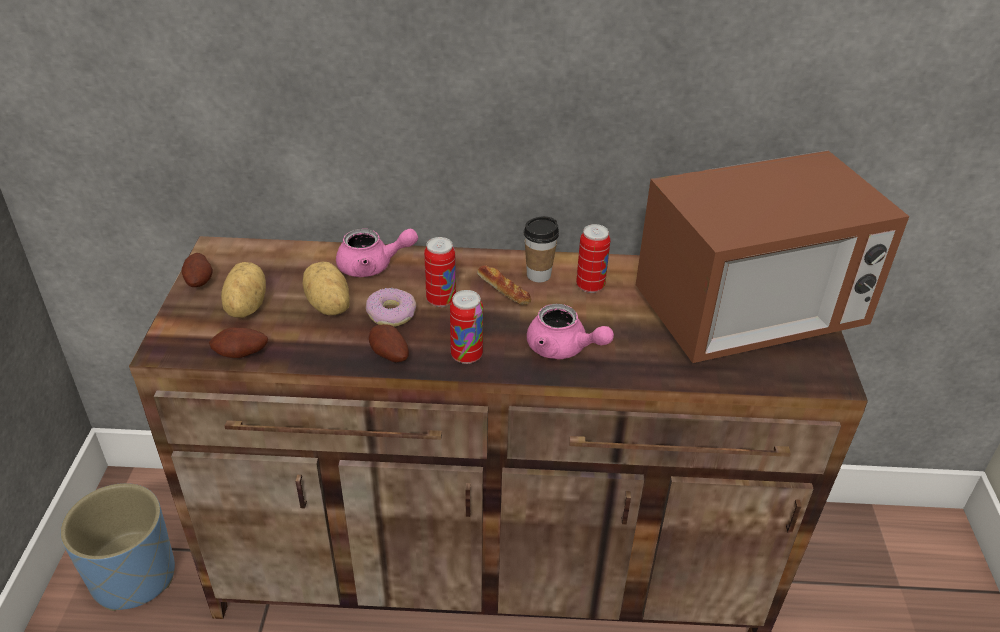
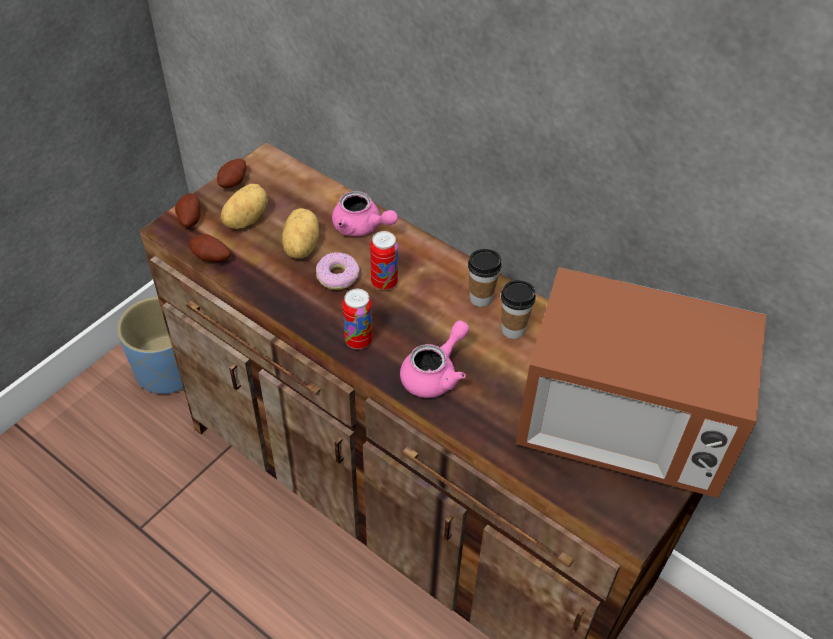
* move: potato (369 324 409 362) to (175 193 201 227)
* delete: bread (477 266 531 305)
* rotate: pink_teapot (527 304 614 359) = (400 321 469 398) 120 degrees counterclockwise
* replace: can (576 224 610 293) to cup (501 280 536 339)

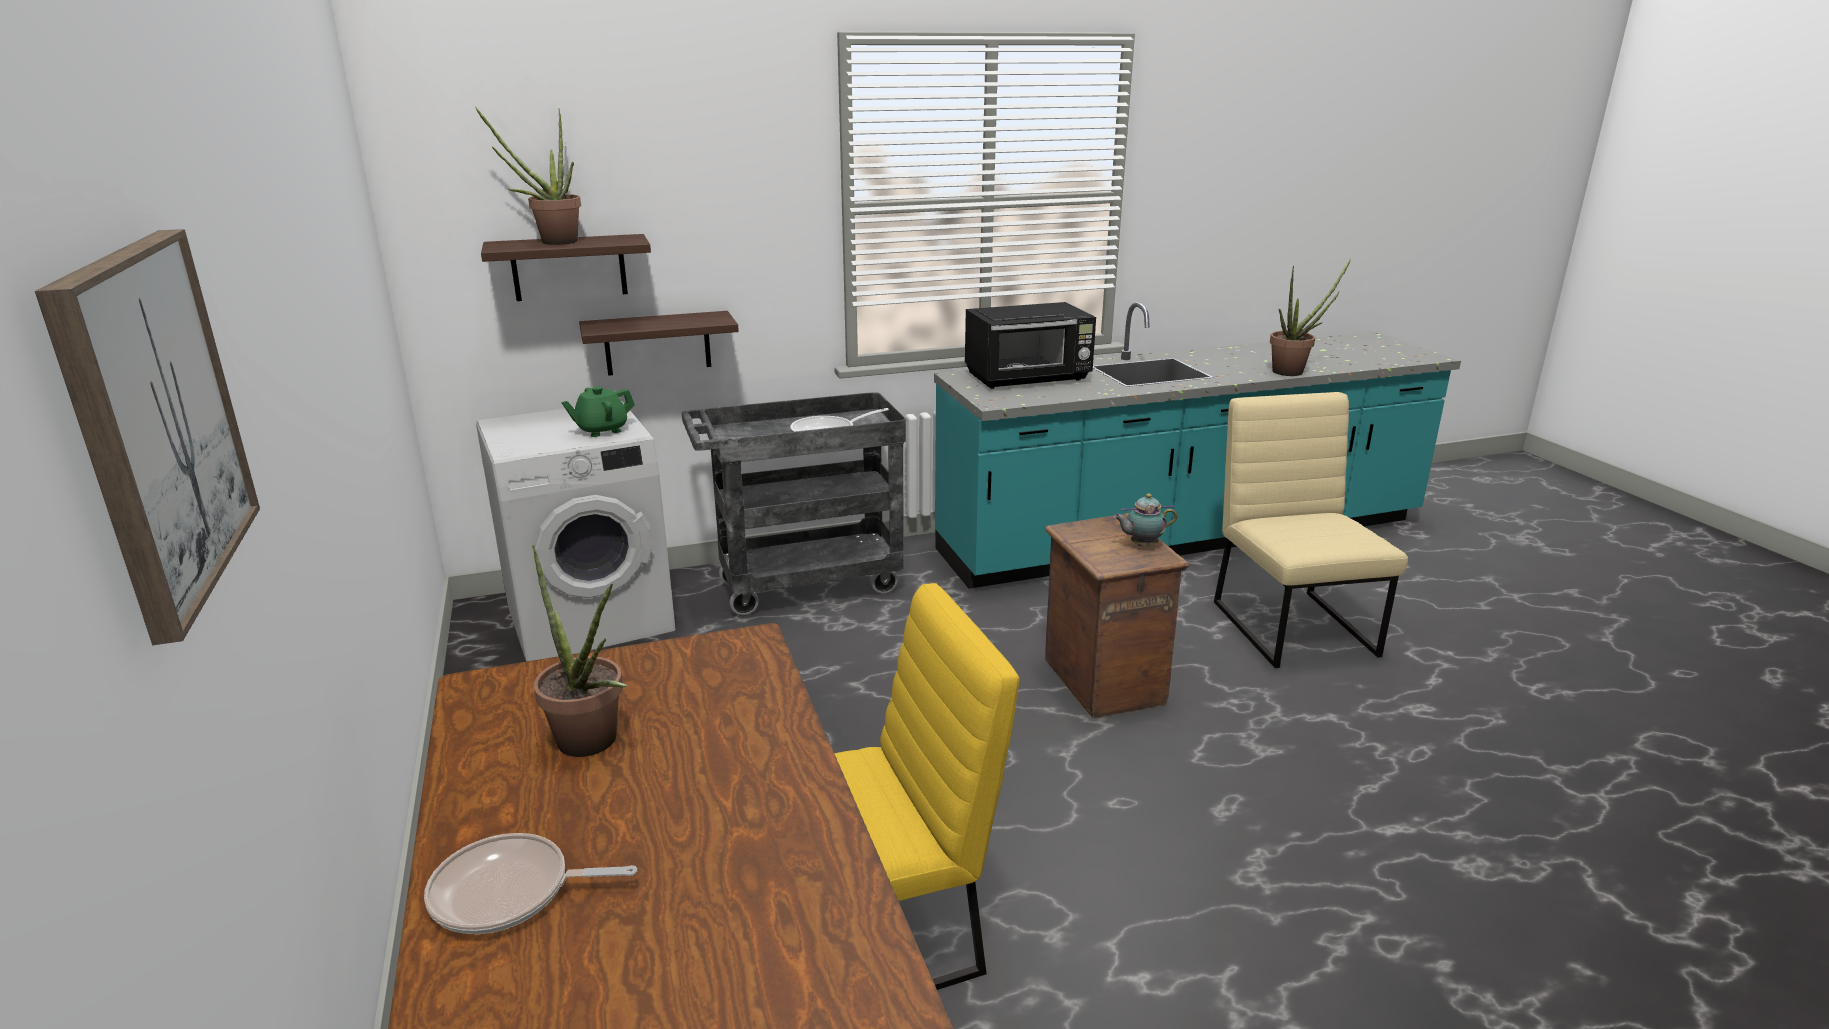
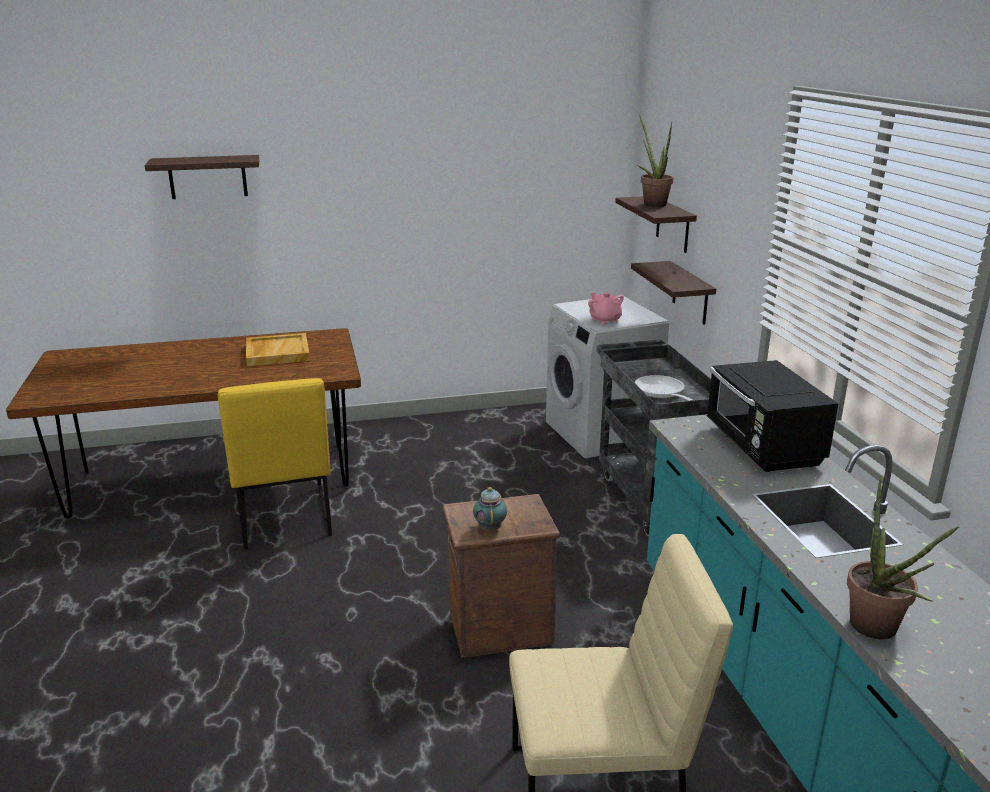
* replace: picture (35 229 260 645) to shelf (145 155 259 199)
* delete: frying_pan (424 833 637 934)
* replace: potted_plant (532 545 628 757) to beige_tray (246 333 310 366)
* recolor: green_teapot (561 386 635 437) to pink_teapot (588 292 624 324)

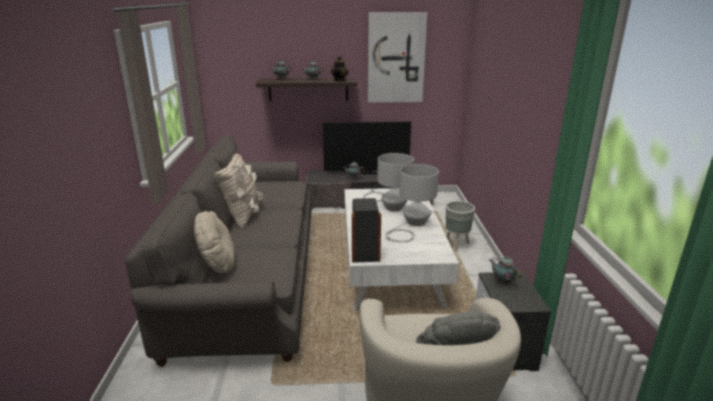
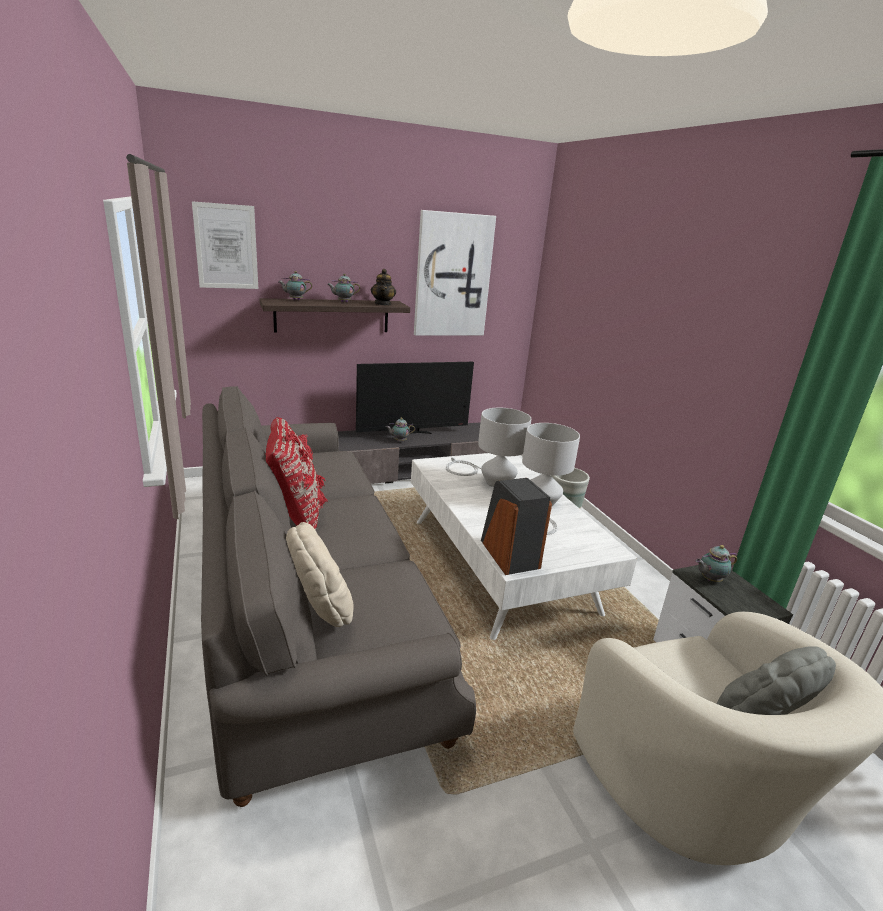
* recolor: beige_pillow (214 154 265 228) to red_pillow (265 417 328 530)
* rotate: teapot (489 256 521 284) = (696 545 737 582) 45 degrees counterclockwise
* insert: picture (192 201 258 289)

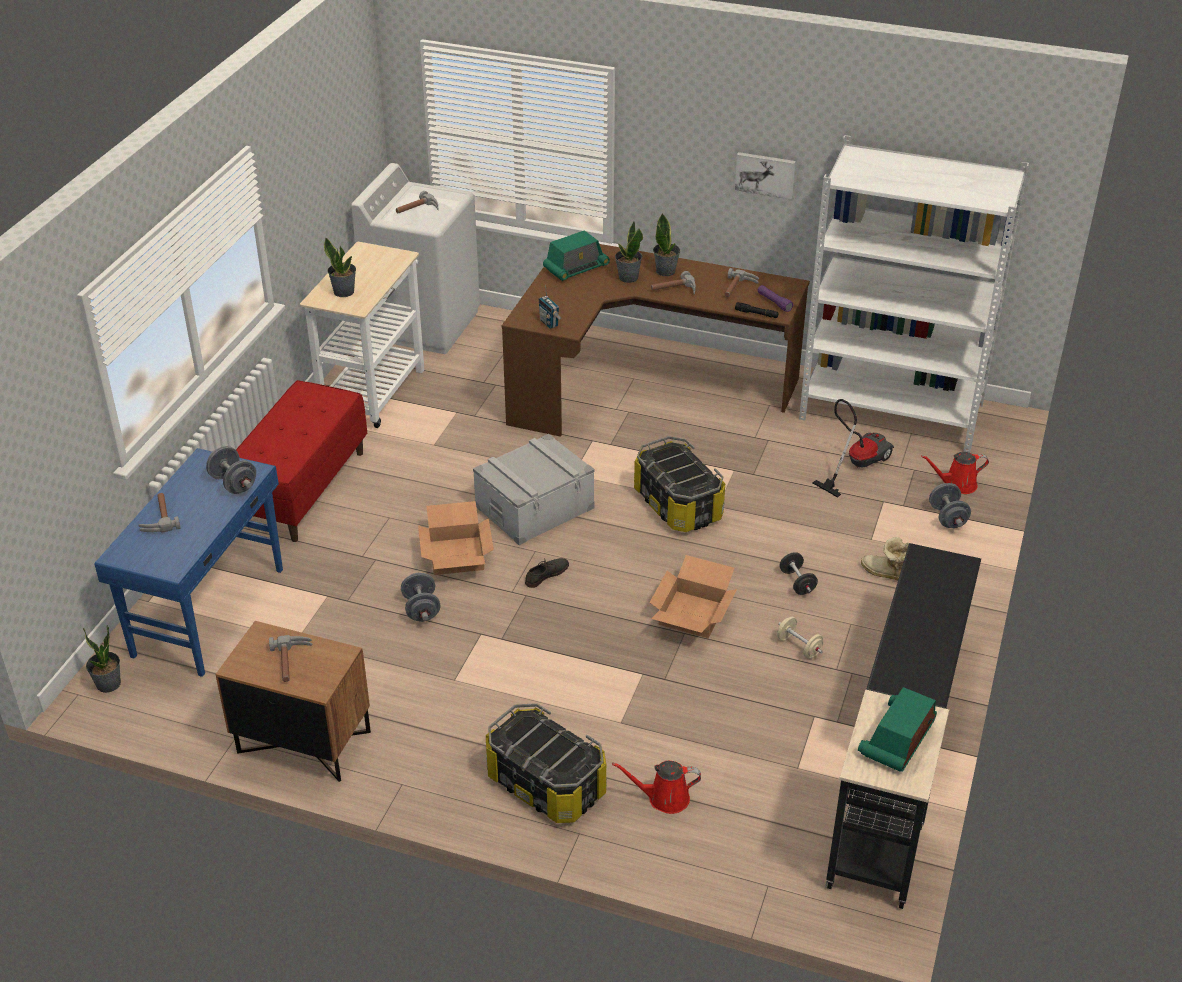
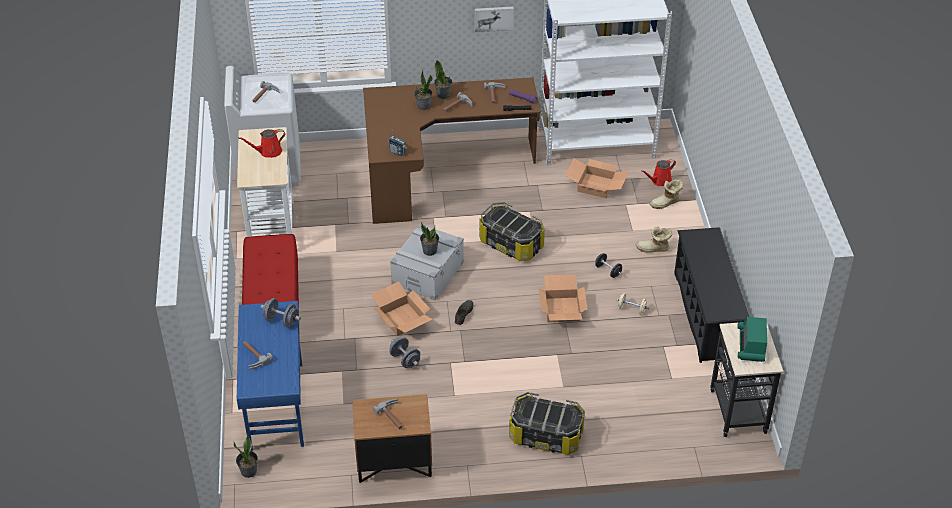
* move: potted_plant (324 237 356 297) to (420 222 439 256)
* delete: radio (543 230 610 281)
* move: red_watering_can (612 761 701 814) to (238 129 285 158)
* replace: vacuum_cleaner (812 399 894 498) to cardboard_box (565 158 629 198)
* replace: grey_dumbbell (929 483 971 528) to boot (649 179 684 209)

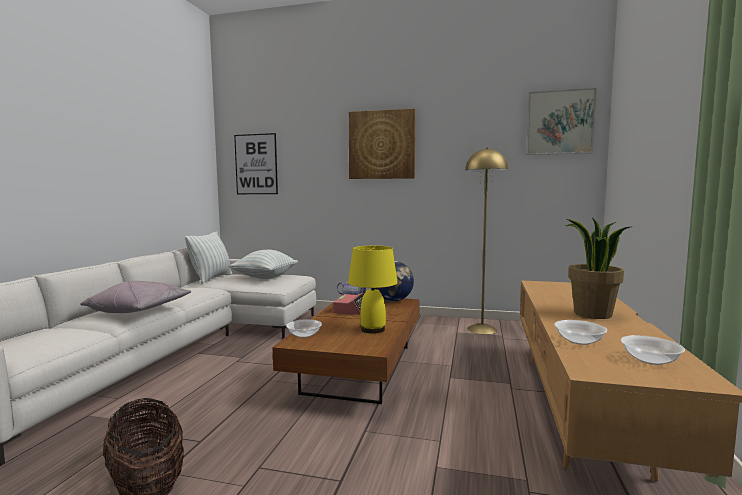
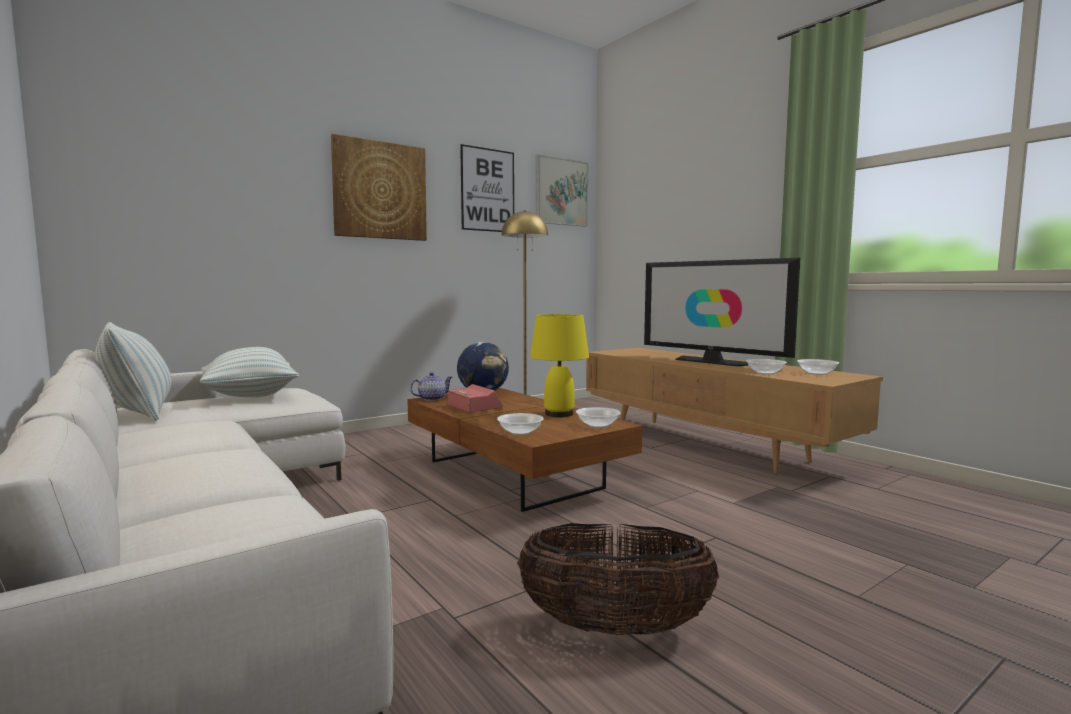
* delete: purple_pillow (80 281 191 313)
* move: picture (234 133 278 194) to (460 144 514 232)
* replace: potted_plant (565 217 633 319) to television (644 258 801 366)
* insert: bowl (576 407 620 428)

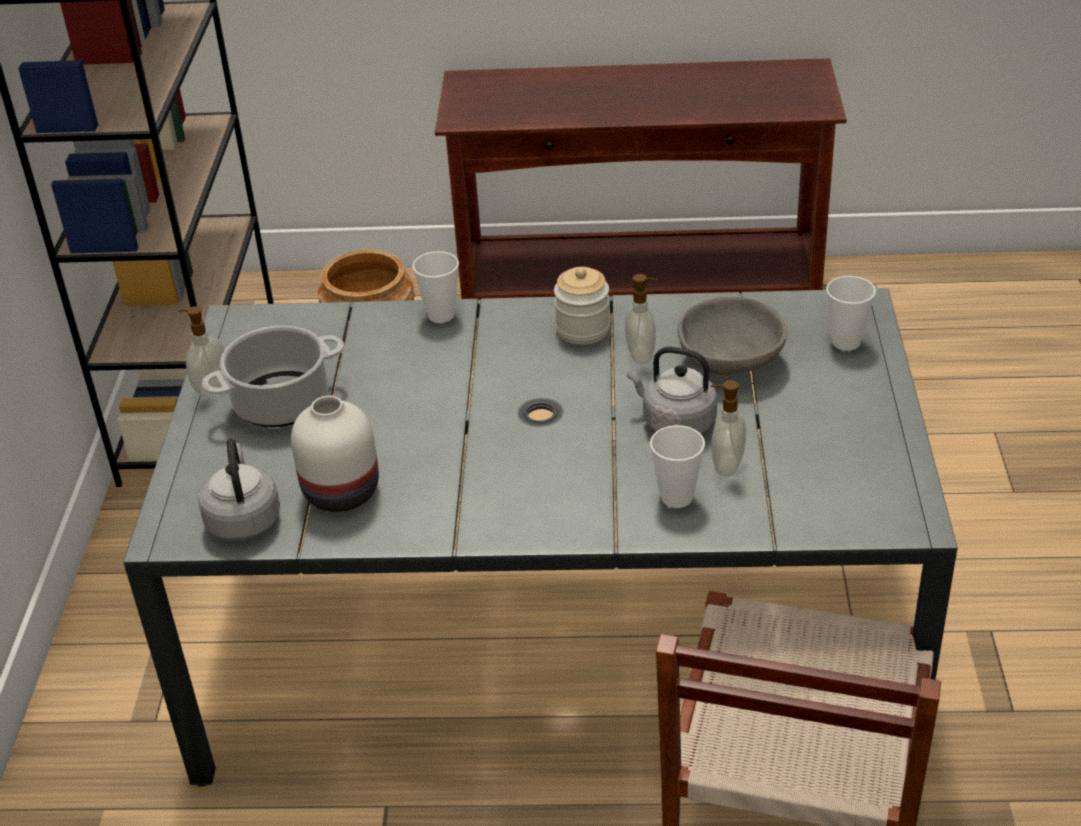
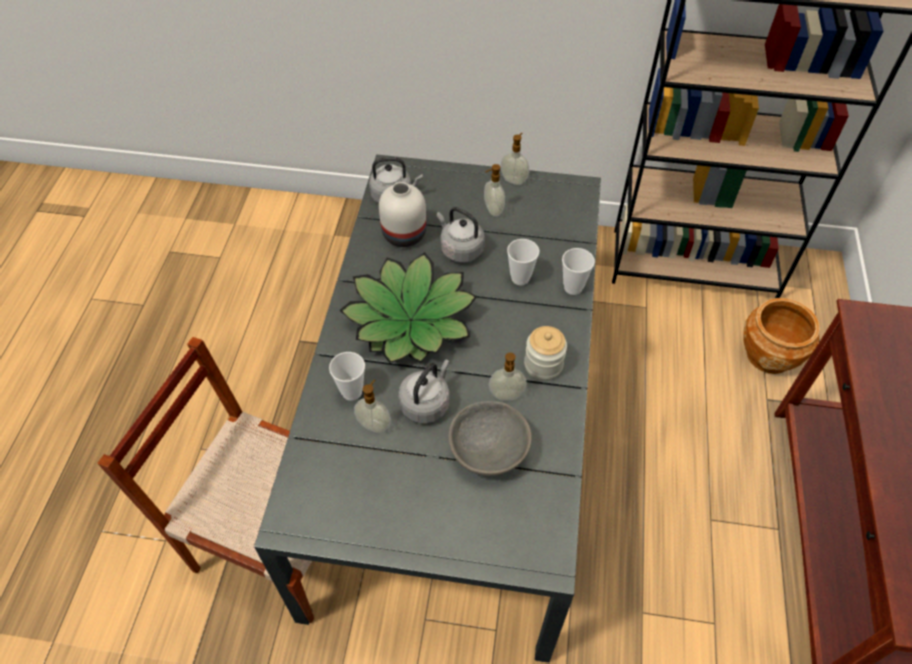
* replace: cooking_pot (202 326 344 427) to soap_dispenser (484 164 505 217)
* move: cup (826 276 876 351) to (507 239 539 285)
* insert: potted_plant (339 252 477 363)
* insert: grey_kettle (437 207 485 263)

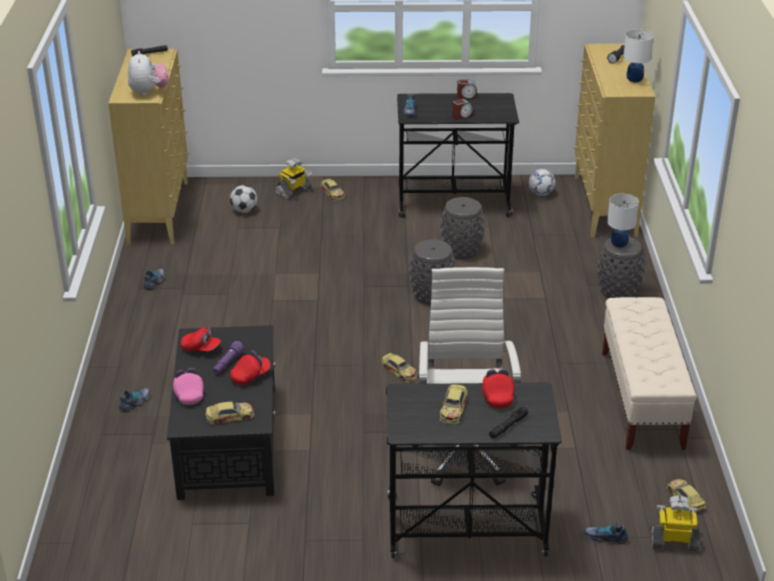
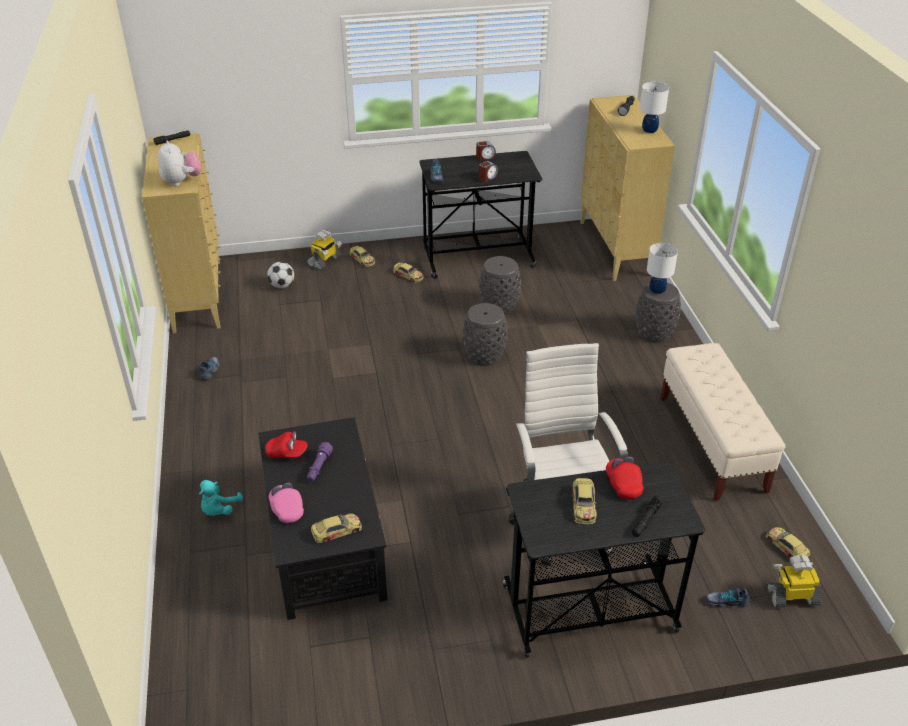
* replace: shoe (119 388 150 412) to turquoise_plush_toy (199 480 243 516)
* delete: red_cap (230 350 271 385)
* move: toy_car (381 353 417 382) to (393 262 424 283)
* delete: football (528 169 556 196)

